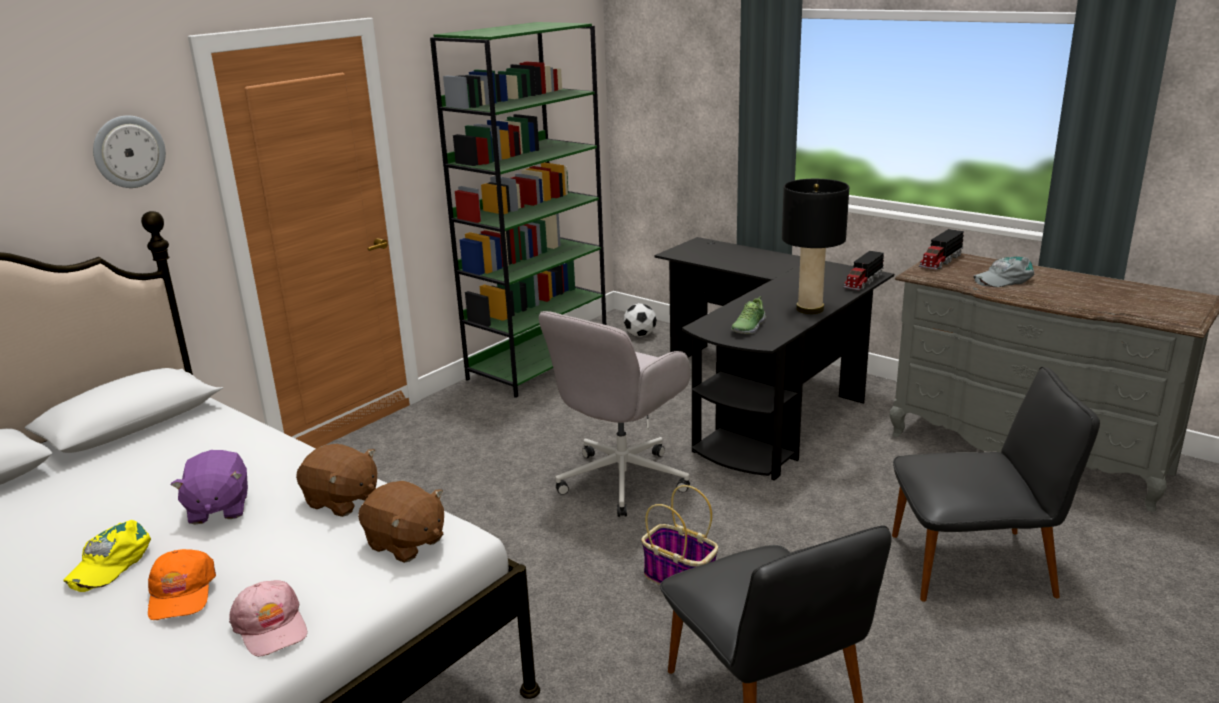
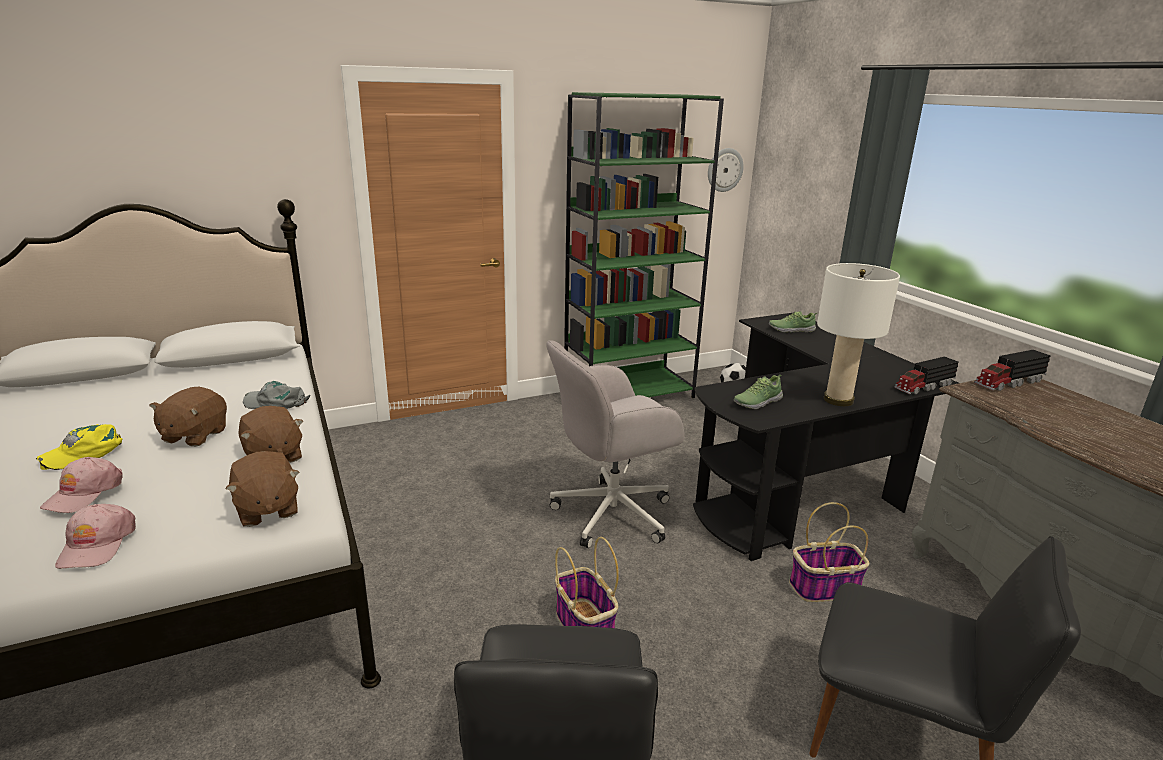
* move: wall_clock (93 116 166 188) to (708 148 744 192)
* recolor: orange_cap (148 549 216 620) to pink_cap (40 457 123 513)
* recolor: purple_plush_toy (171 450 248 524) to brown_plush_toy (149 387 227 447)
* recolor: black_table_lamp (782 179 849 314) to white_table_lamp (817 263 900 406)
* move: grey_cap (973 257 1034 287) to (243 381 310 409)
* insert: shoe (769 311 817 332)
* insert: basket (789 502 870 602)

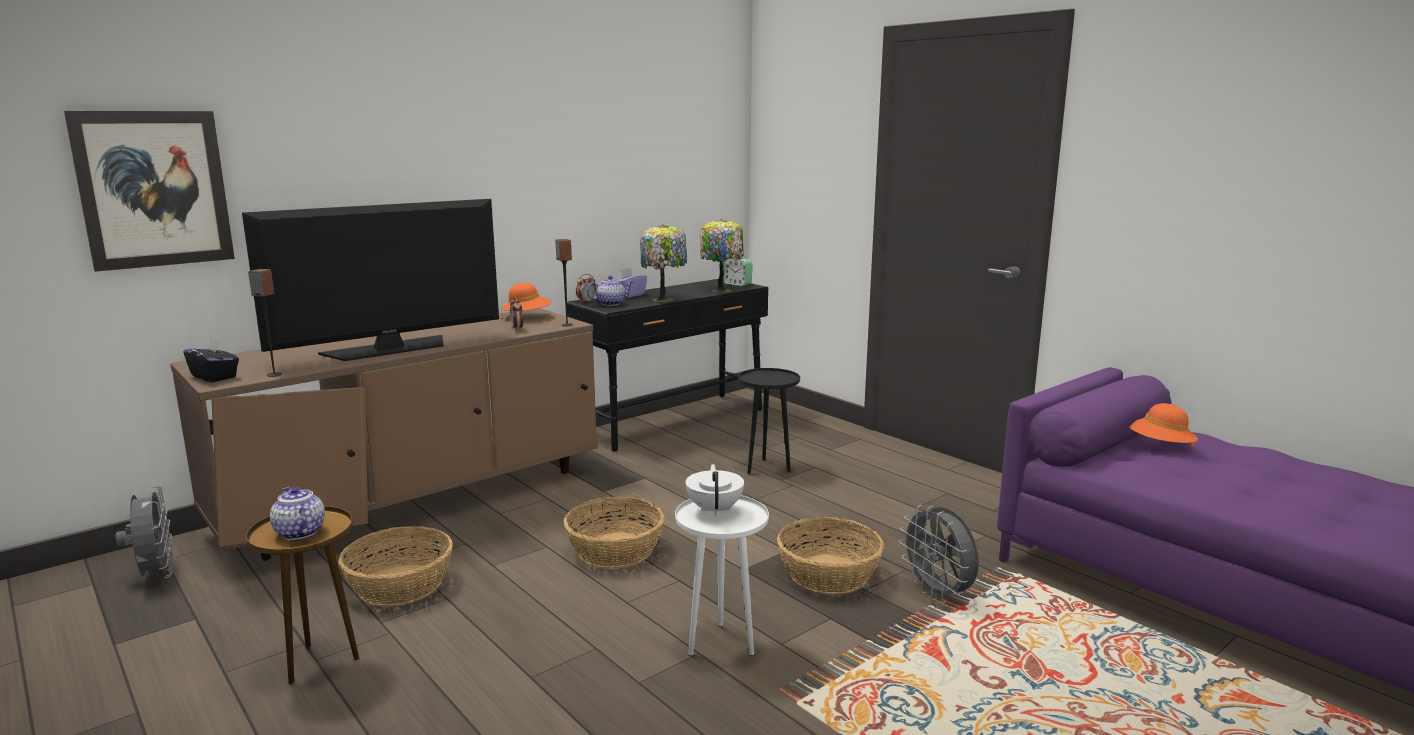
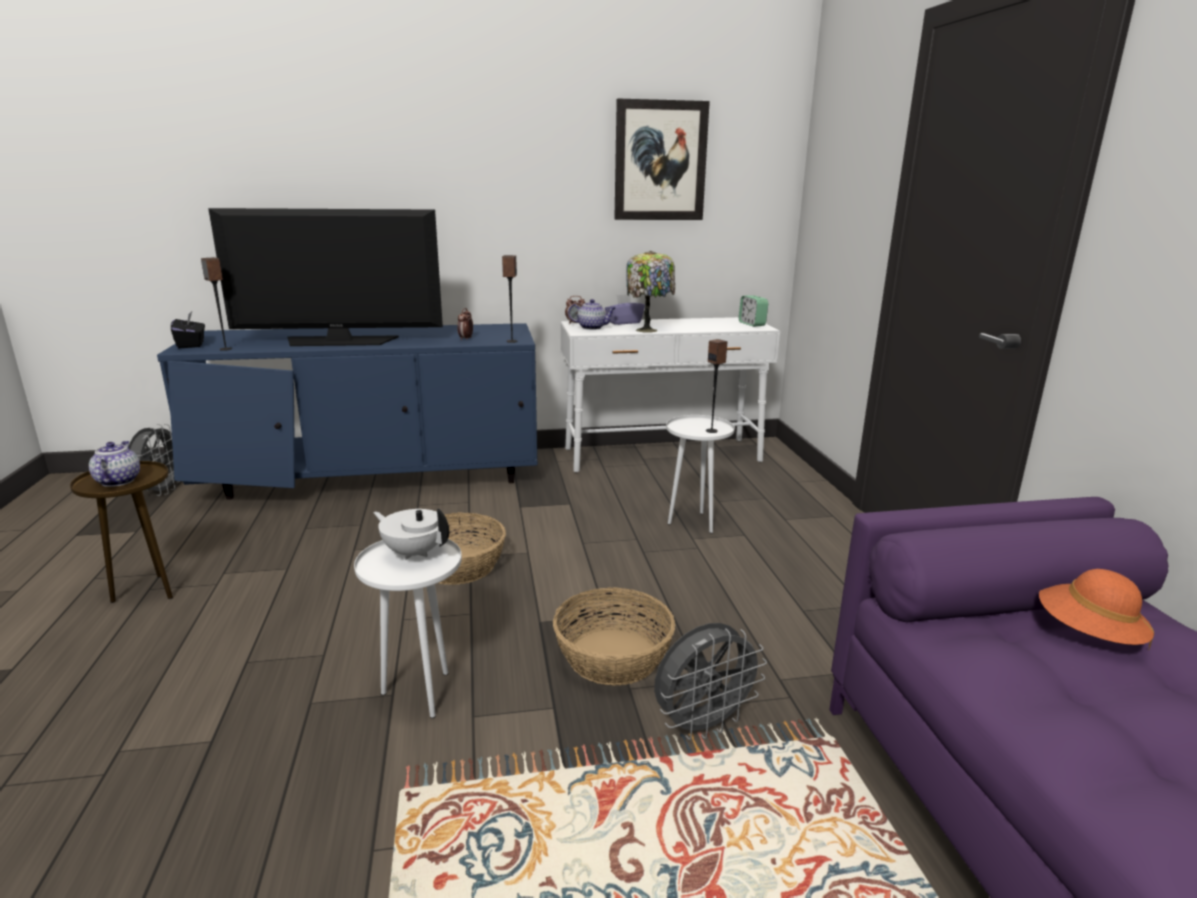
* move: picture (64 111 235 272) to (614 99 710 220)
* recolor: brown_tv_stand (170 308 598 561) to blue_tv_stand (157 323 538 500)
* delete: basket (339 526 453 606)
* delete: orange_hat (501 283 551 311)
* recolor: black_console_table (567 279 768 452) to white_console_table (561 317 780 473)
* rotate: white_teapot (686 464 744 516) = (373 509 449 560) 90 degrees counterclockwise
* delete: table_lamp (700 219 744 293)
* recolor: black_side_table (738 368 800 474) to white_side_table (666 415 735 533)
* rotate: grey_fan (899 505 979 603) = (654 623 767 740) 120 degrees counterclockwise
* insert: speaker (706 339 728 433)

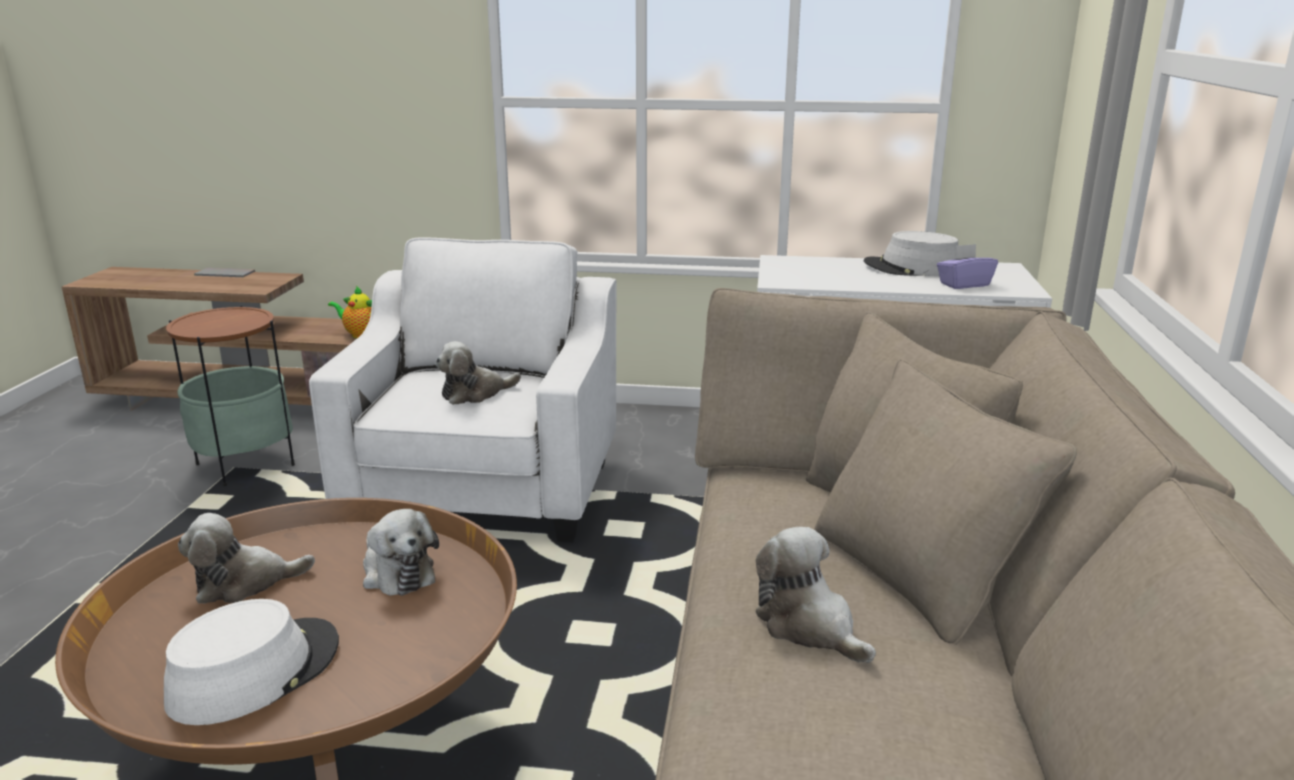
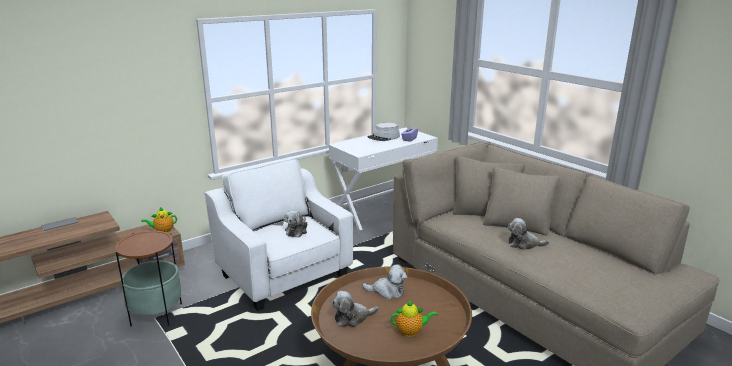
* replace: white_hat (164 599 339 725) to teapot (391 300 437 337)
* rotate: plush_toy (178 513 315 603) = (332 291 379 327) 45 degrees clockwise

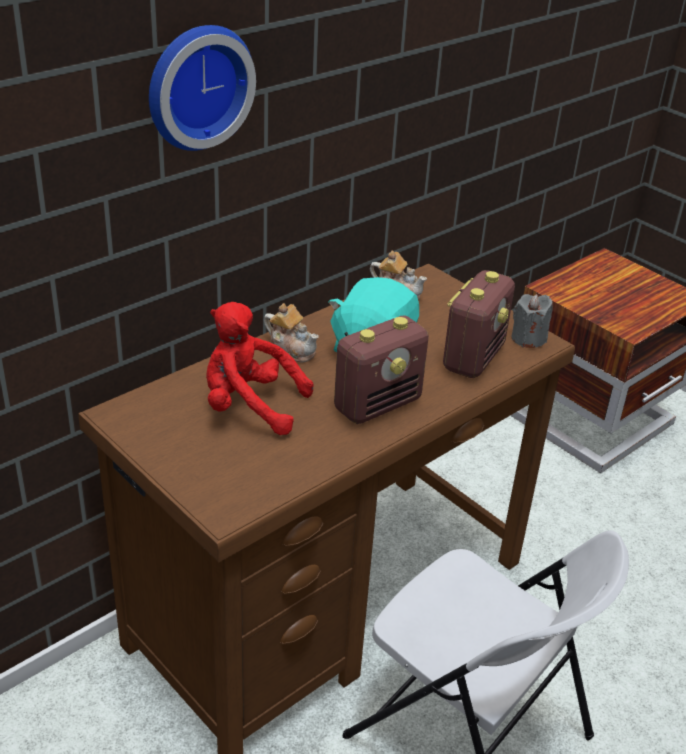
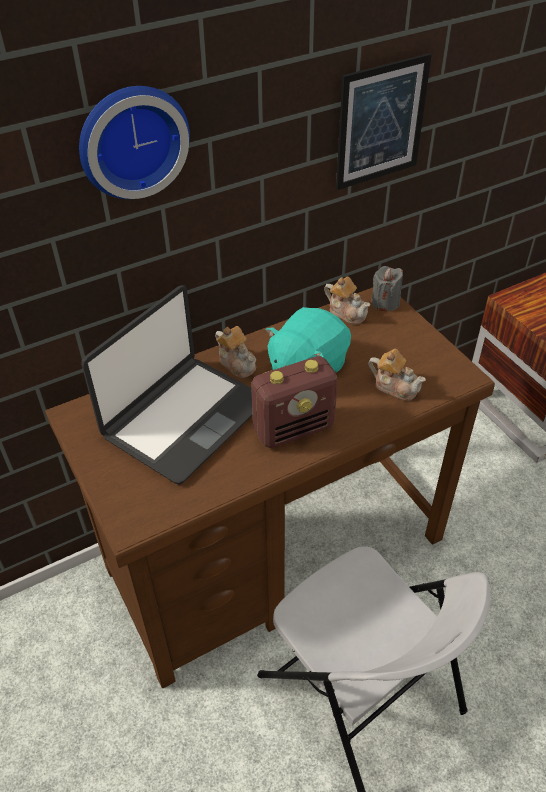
* replace: red_plush_toy (206 302 313 435) to laptop (81 285 253 485)
* replace: radio (443 270 515 378) to teapot (368 349 426 401)
* move: grey_candle (511 294 553 348) to (371 266 403 311)
* insert: picture (336 53 432 190)

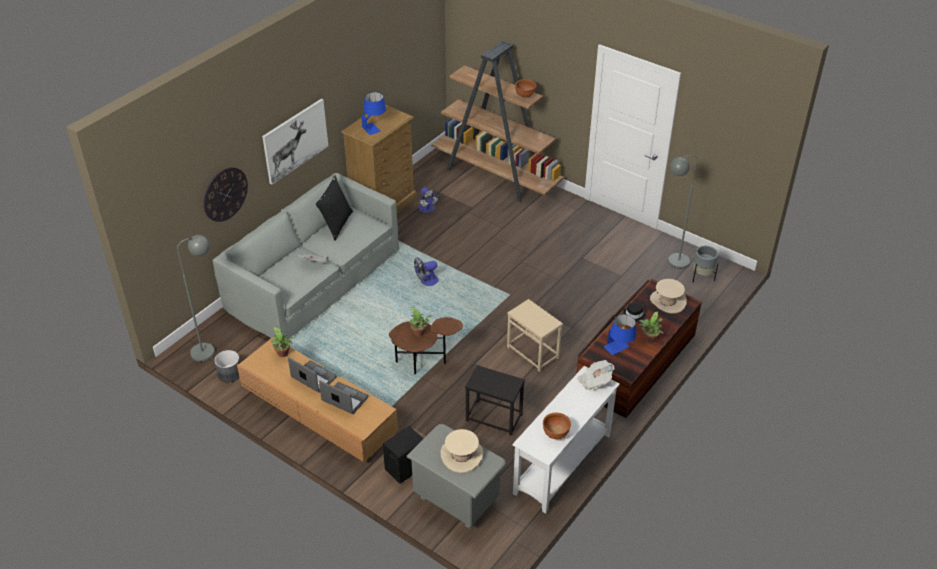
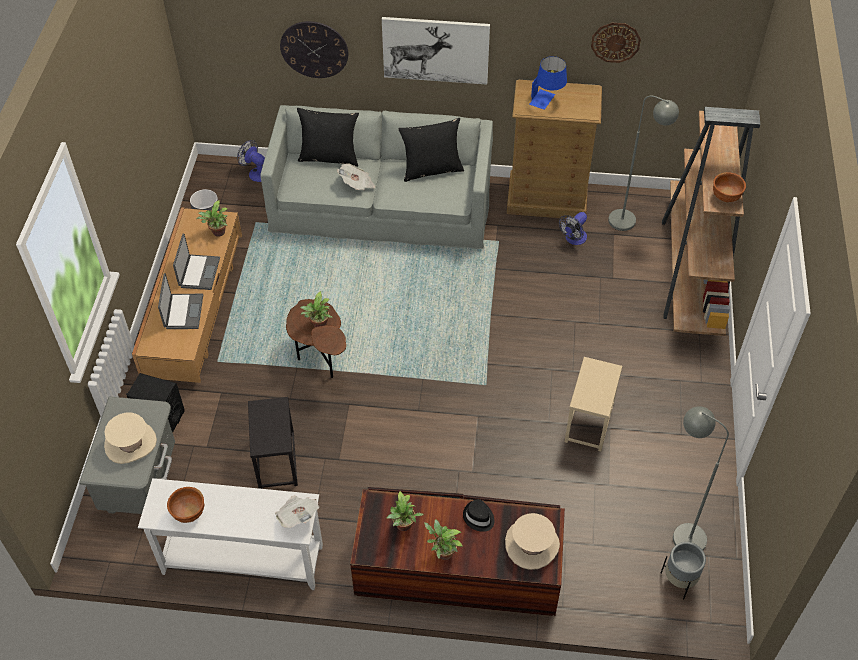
* move: grey_floor_lamp (177 235 215 362) to (608 96 679 231)
* move: fan (414 257 439 286) to (237 140 265 182)
* move: beige_side_table (507 299 563 372) to (565 357 623 452)
* replace: blue_table_lamp (603 314 636 355) to potted_plant (387 491 424 531)
* insert: black_pillow (297 108 359 167)
* insert: wall_clock (591 23 641 63)

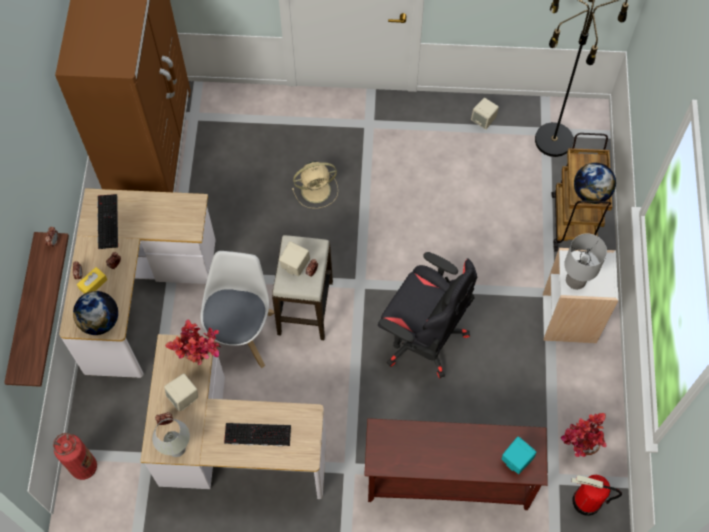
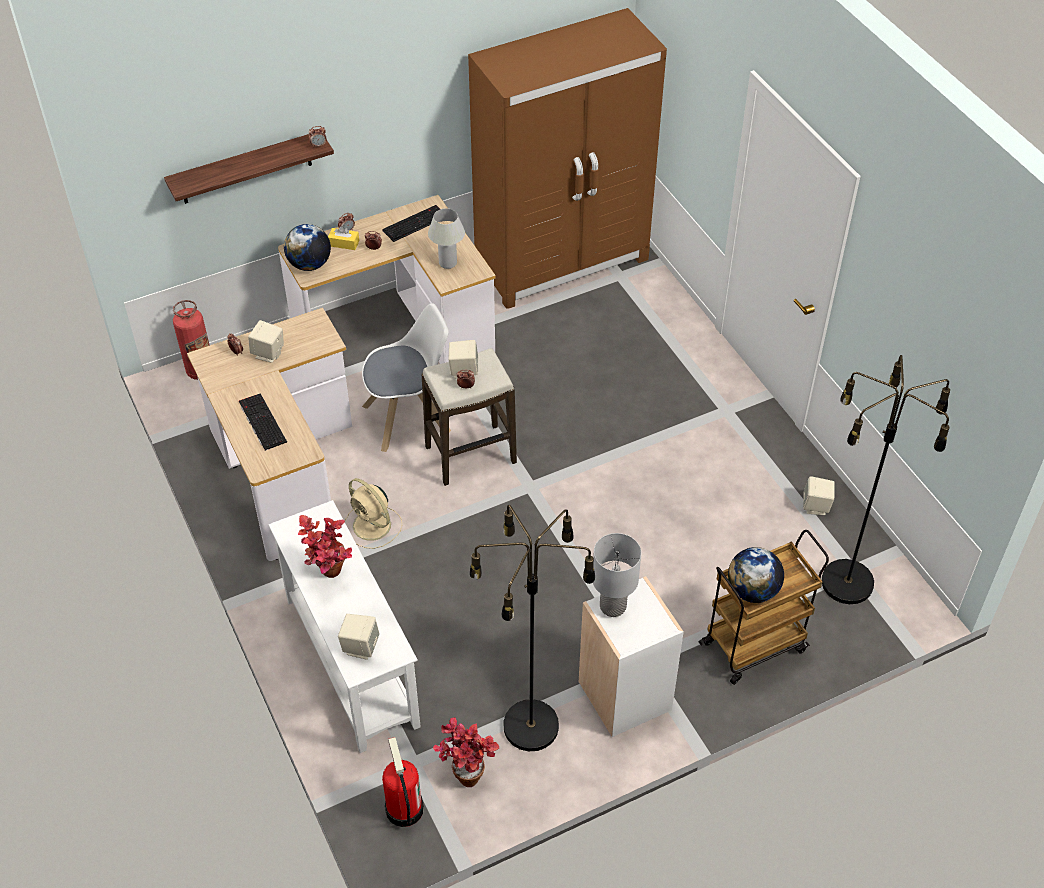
* move: white_table_lamp (152 418 190 457) to (428 208 465 269)
* move: potted_plant (165 319 220 365) to (298 515 352 578)
* move: beige_fan (292 161 338 209) to (345 478 402 549)
* recolor: brown_console_table (364 418 548 510) to white_console_table (268 500 421 753)
* delete: black_office_chair (378 252 477 378)
* recolor: turquoise_speaker (502 437 536 474) to beige_speaker (338 614 379 660)
* insert: floor_lamp (470 505 595 751)

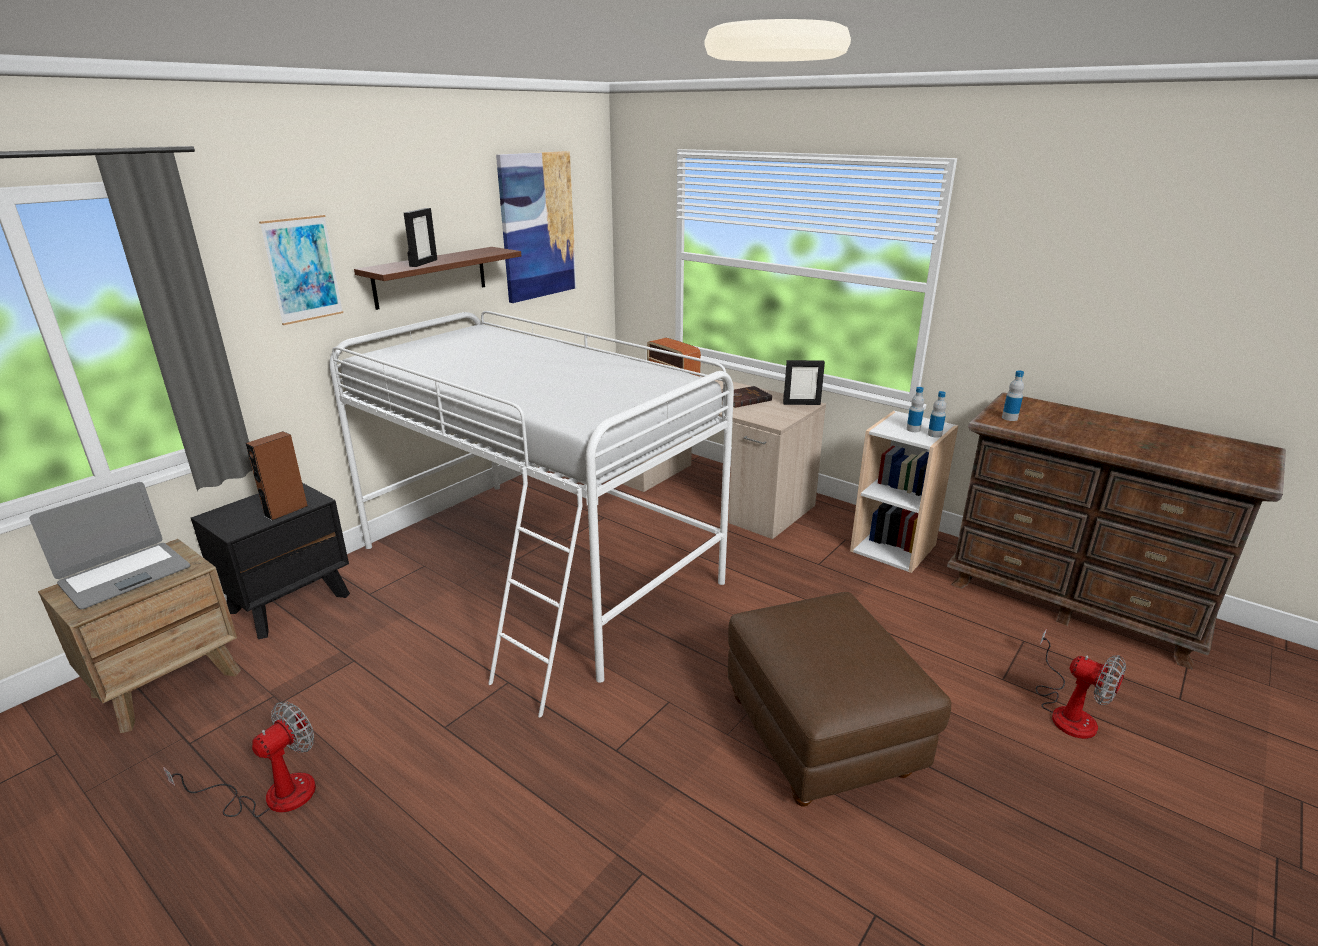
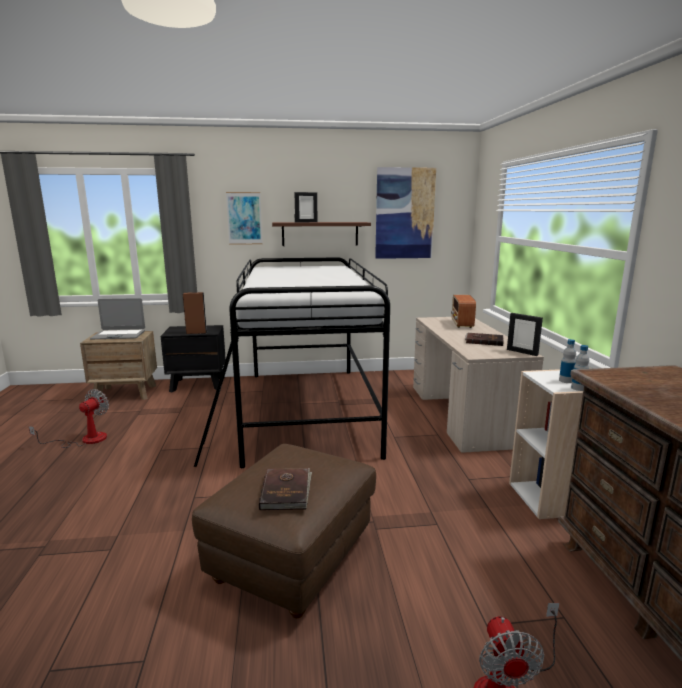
* rotate: fan (163 702 316 817) = (29 389 109 448) 60 degrees counterclockwise
* recolor: white_bed (329 311 734 718) to black_bed (194 257 390 468)
* delete: bottle (1002 371 1024 421)
* insert: brown_book (259 468 312 510)

